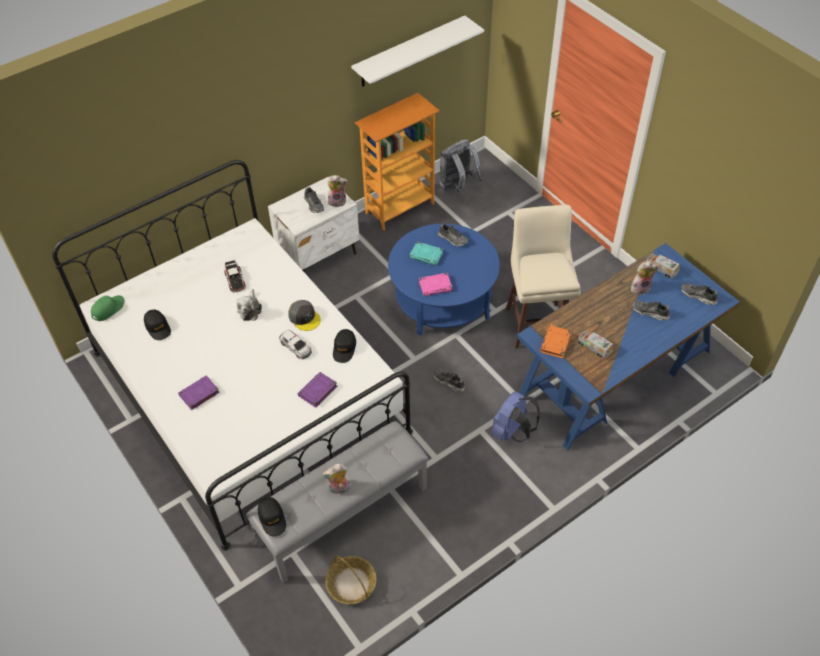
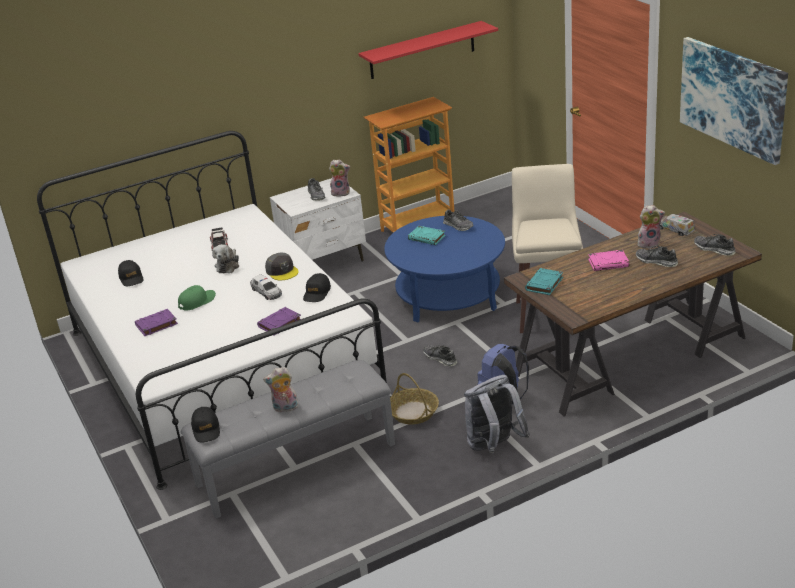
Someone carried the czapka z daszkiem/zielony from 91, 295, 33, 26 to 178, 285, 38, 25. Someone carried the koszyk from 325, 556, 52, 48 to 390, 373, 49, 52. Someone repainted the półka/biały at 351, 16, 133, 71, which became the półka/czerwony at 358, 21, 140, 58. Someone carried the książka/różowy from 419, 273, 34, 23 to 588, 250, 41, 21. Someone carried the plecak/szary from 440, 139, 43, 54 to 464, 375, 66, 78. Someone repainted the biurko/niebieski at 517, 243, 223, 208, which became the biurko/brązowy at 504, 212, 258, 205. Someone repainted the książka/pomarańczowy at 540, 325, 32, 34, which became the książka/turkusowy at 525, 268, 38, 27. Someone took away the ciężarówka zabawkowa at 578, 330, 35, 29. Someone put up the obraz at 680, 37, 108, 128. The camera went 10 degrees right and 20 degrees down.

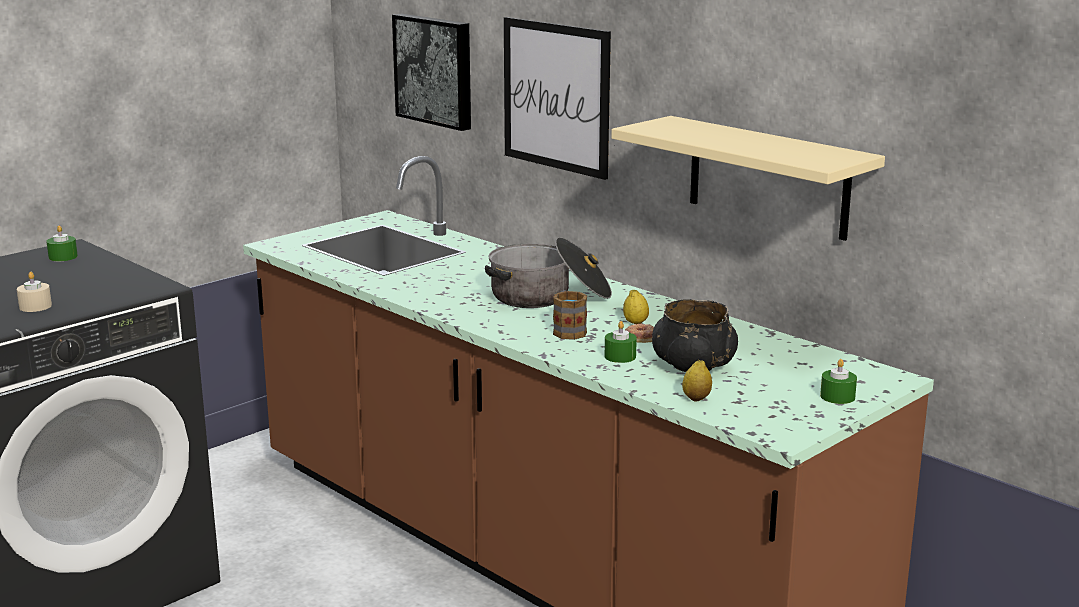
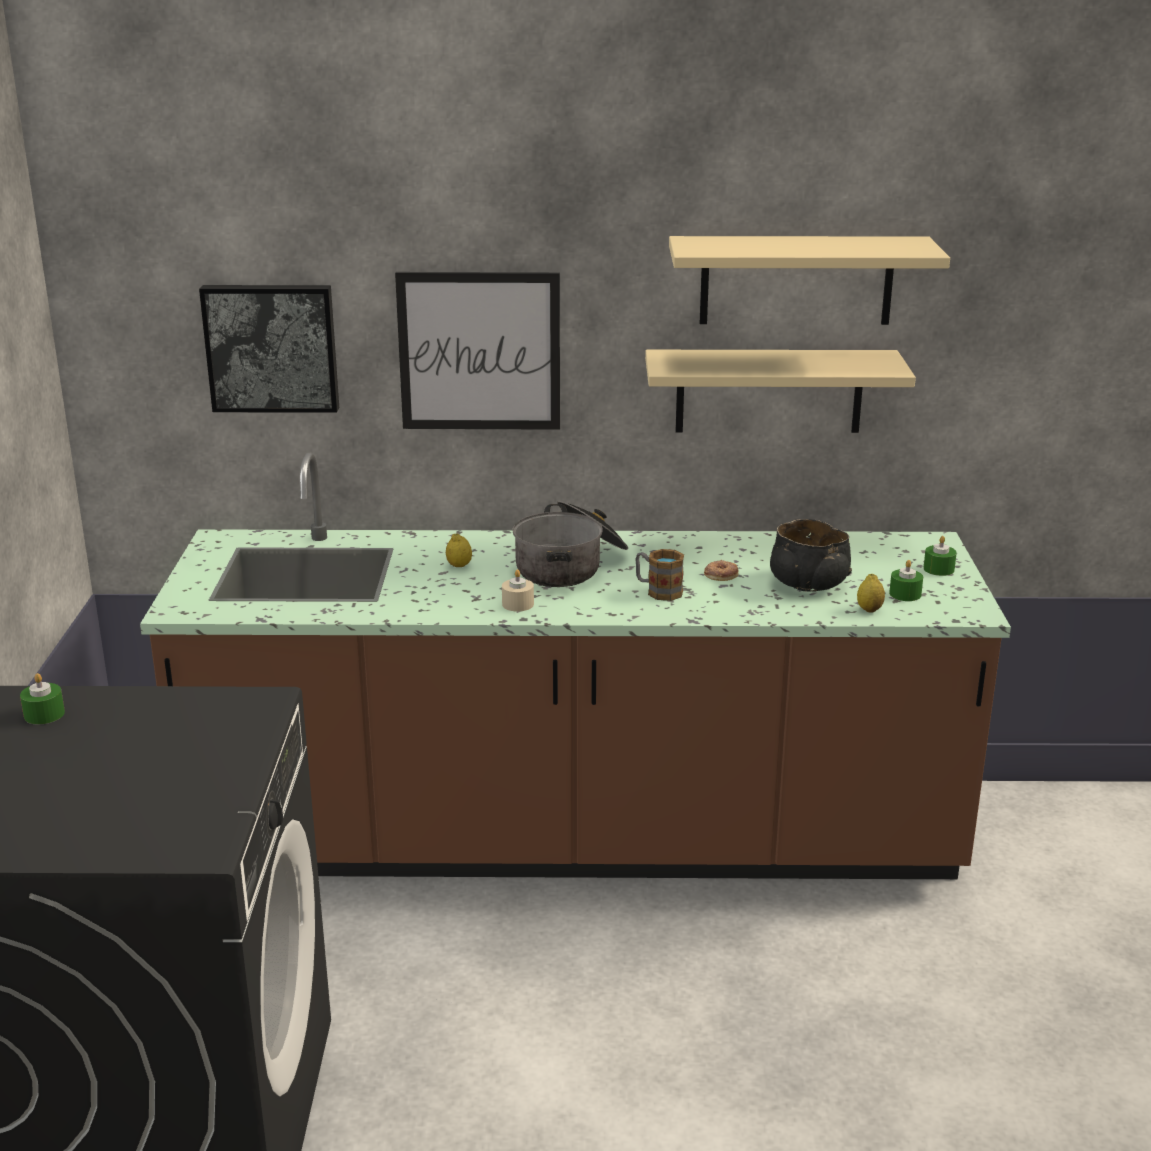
Someone carried the świeca/beżowy from 17, 272, 35, 40 to 502, 569, 32, 42. Someone carried the świeca/zielony from 605, 321, 32, 42 to 889, 560, 34, 41. Someone carried the cytryna from 623, 290, 26, 34 to 446, 533, 26, 34. Someone put up the półka/beżowy at 669, 236, 281, 89. The camera went 45 degrees left and 5 degrees up.

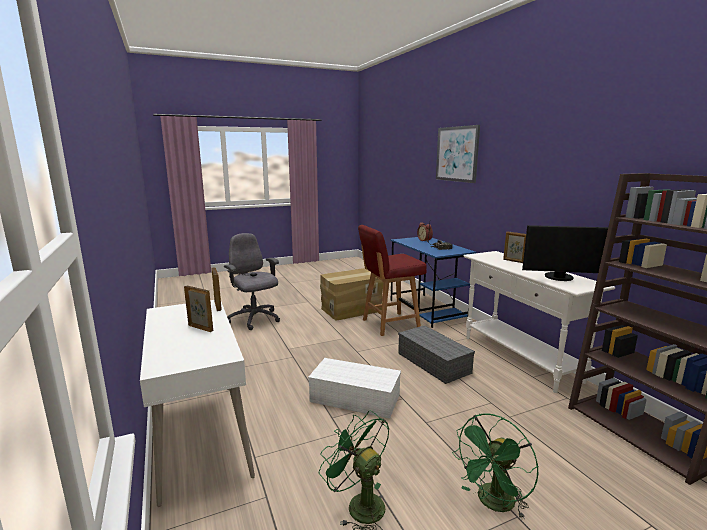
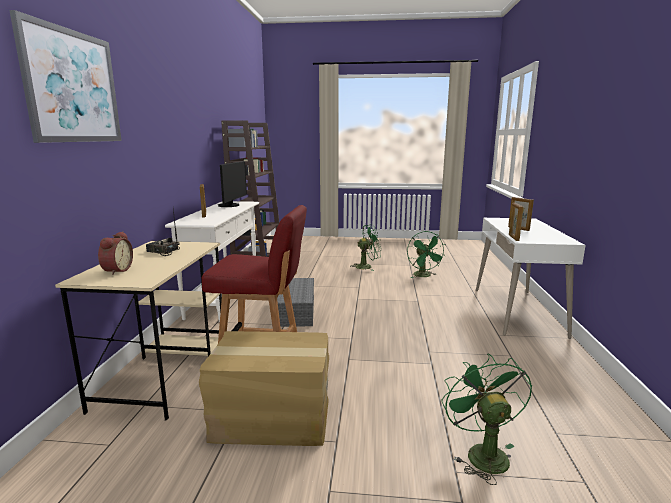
Someone swapped the krzesło biurowe/szary at 224, 233, 56, 97 for the wentylator/zielony at 441, 354, 91, 131. Someone took away the pojemnik do przechowywania/biały at 308, 358, 93, 61. Someone repainted the biurko/niebieski at 390, 237, 87, 91, which became the biurko/beżowy at 55, 241, 167, 180. Someone rotated the monitor at 522, 225, 86, 56 by 60 degrees clockwise. The camera went 150 degrees left and 0 degrees up.

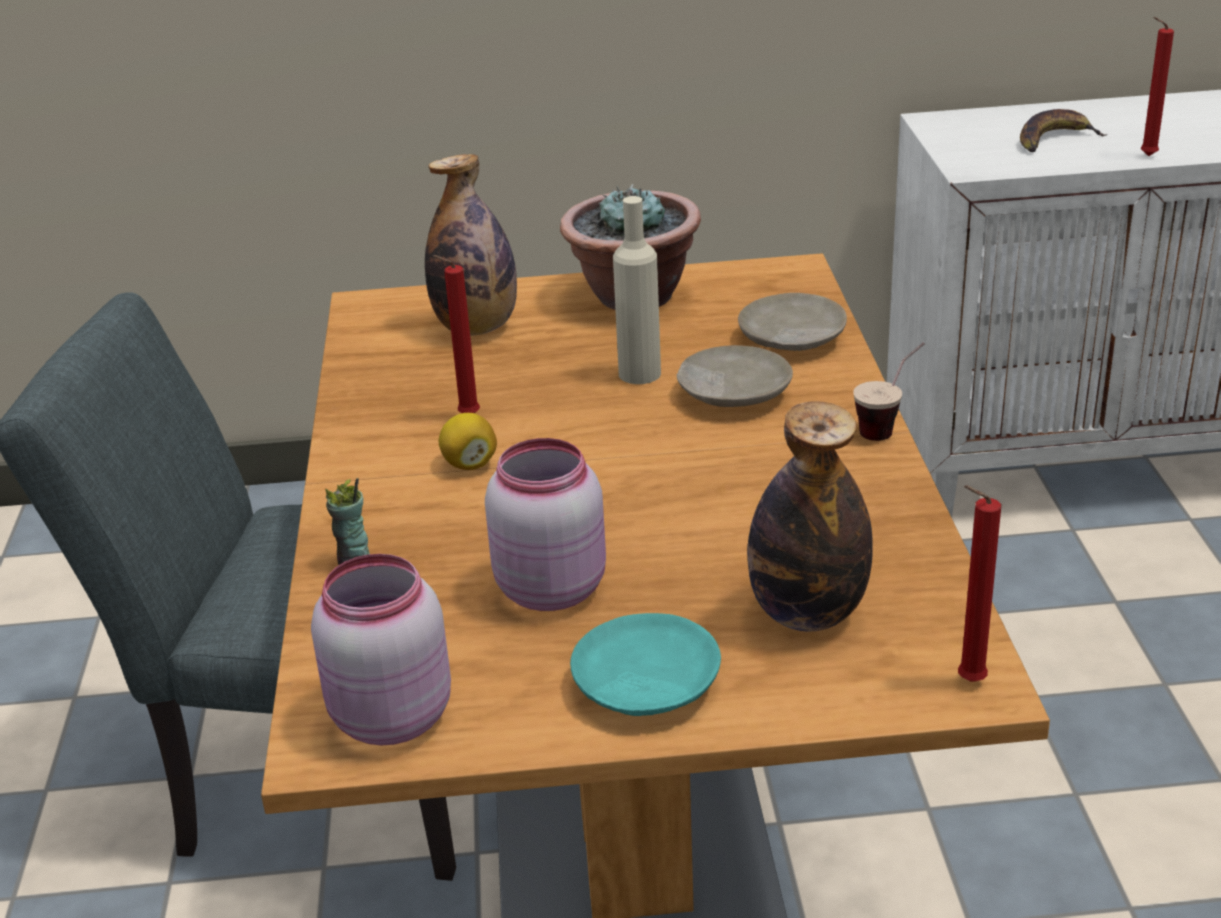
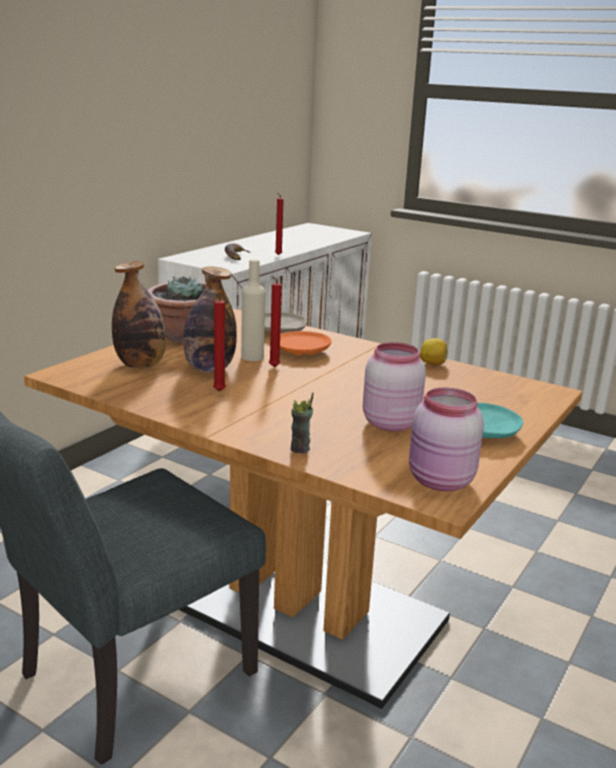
Someone carried the cytryna from 439, 413, 58, 57 to 420, 338, 28, 27. Someone repainted the talerz/beżowy at 677, 345, 116, 62, which became the talerz/pomarańczowy at 280, 331, 52, 24. Someone carried the butelka from 747, 401, 126, 231 to 183, 266, 54, 107. Someone took away the filiżanka at 853, 342, 72, 99. Someone carried the świeca/czerwony from 958, 486, 43, 196 to 269, 276, 13, 91. The camera went 55 degrees left and 10 degrees down.

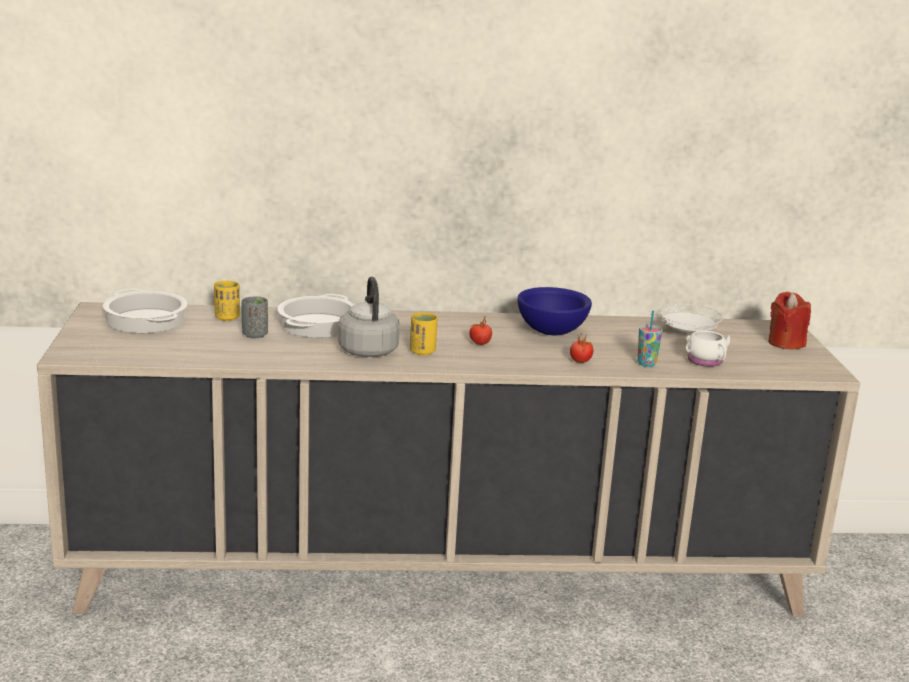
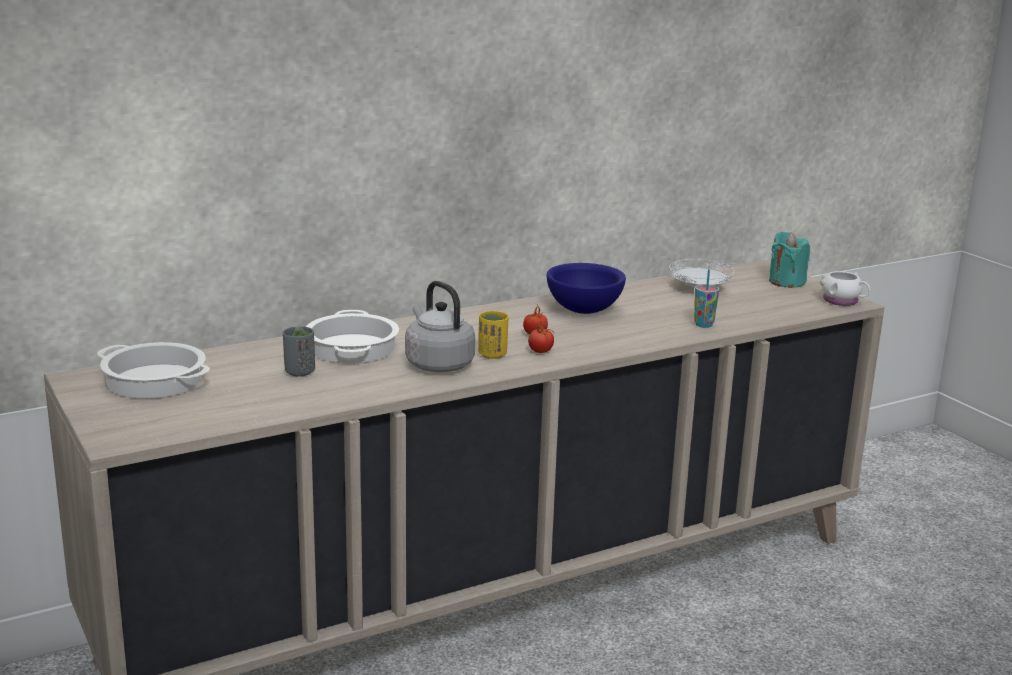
Someone took away the filiżanka/żółty at 214, 281, 26, 40. Someone carried the pomidor from 570, 334, 23, 29 to 528, 322, 26, 31. Someone carried the kubek/biały from 686, 330, 44, 37 to 820, 271, 50, 35. Someone repainted the świeca/czerwony at 768, 292, 43, 57, which became the świeca/turkusowy at 769, 232, 41, 56. The camera went 25 degrees left and 0 degrees up.

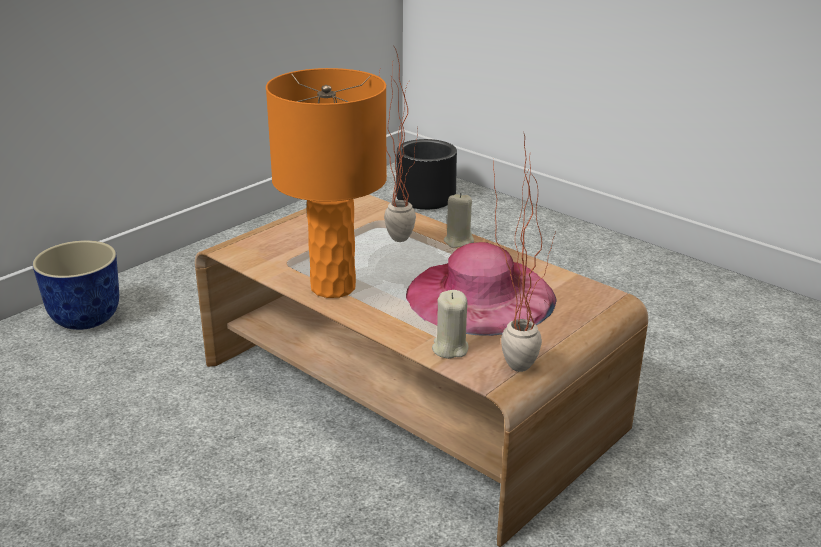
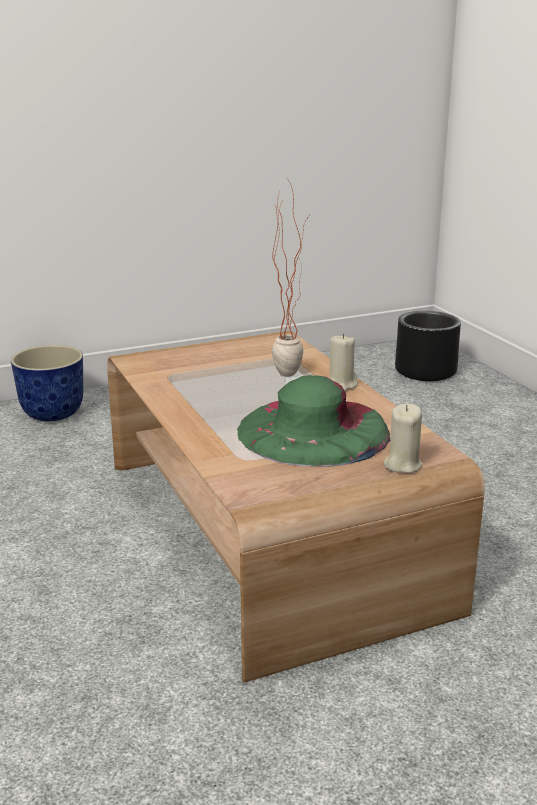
Someone took away the lampa stołowa/pomarańczowy at 266, 68, 121, 230. Someone repainted the kapelusz/różowy at 406, 242, 151, 94, which became the kapelusz/zielony at 237, 375, 153, 92. Someone carried the świeca/beżowy from 432, 290, 37, 69 to 384, 404, 38, 69. Someone took away the roślina doniczkowa at 493, 134, 63, 238. The camera went 25 degrees right and 5 degrees down.

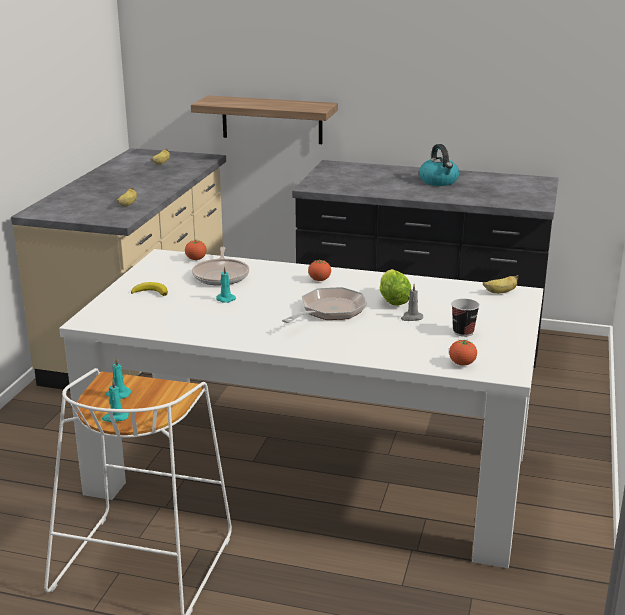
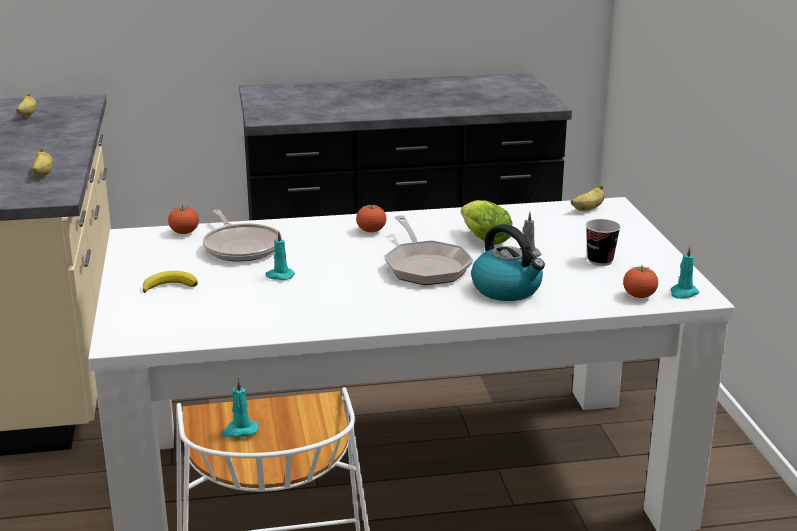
Someone carried the świeca/turkusowy from 102, 380, 27, 42 to 670, 246, 29, 53. Someone took away the półka at 191, 95, 147, 49. Someone rotated the patelnia at 282, 287, 85, 36 by 150 degrees clockwise. Someone carried the czajnik from 419, 144, 40, 42 to 471, 224, 74, 77. The camera went 25 degrees left and 0 degrees up.

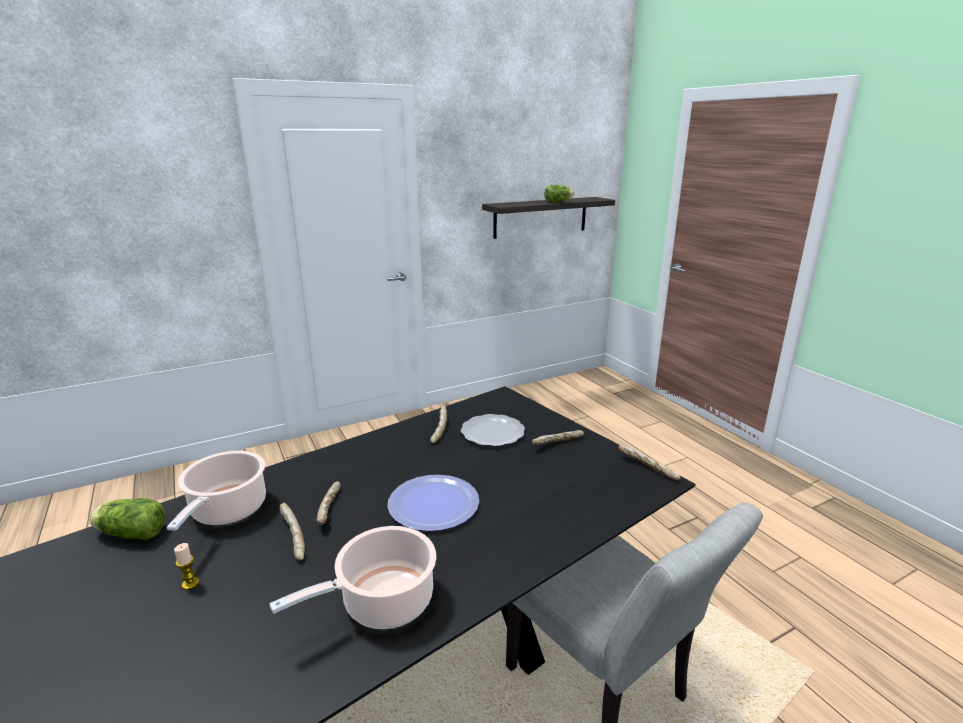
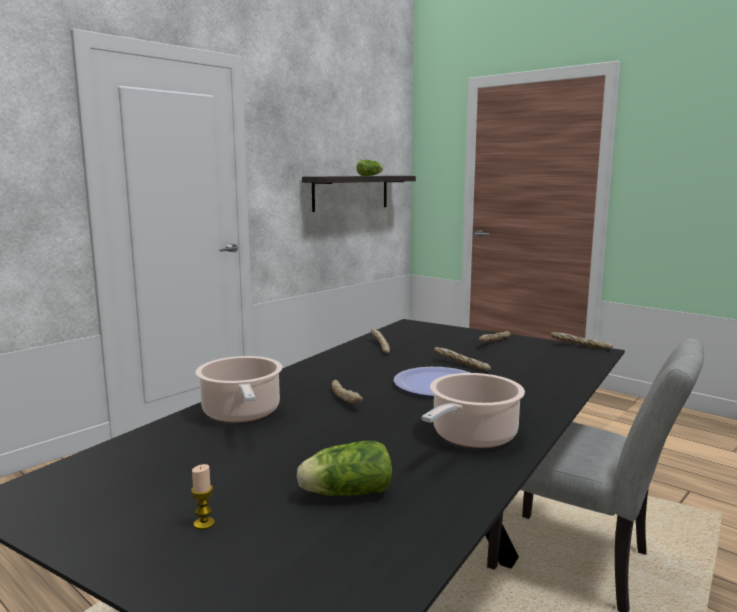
Someone carried the sałata from 89, 498, 76, 42 to 297, 441, 95, 55. Someone carried the świeca from 174, 543, 25, 47 to 191, 464, 24, 66. Someone carried the chleb from 279, 503, 26, 58 to 434, 347, 57, 24. Someone took away the talerz at 461, 414, 64, 32. The camera went 20 degrees left and 10 degrees down.

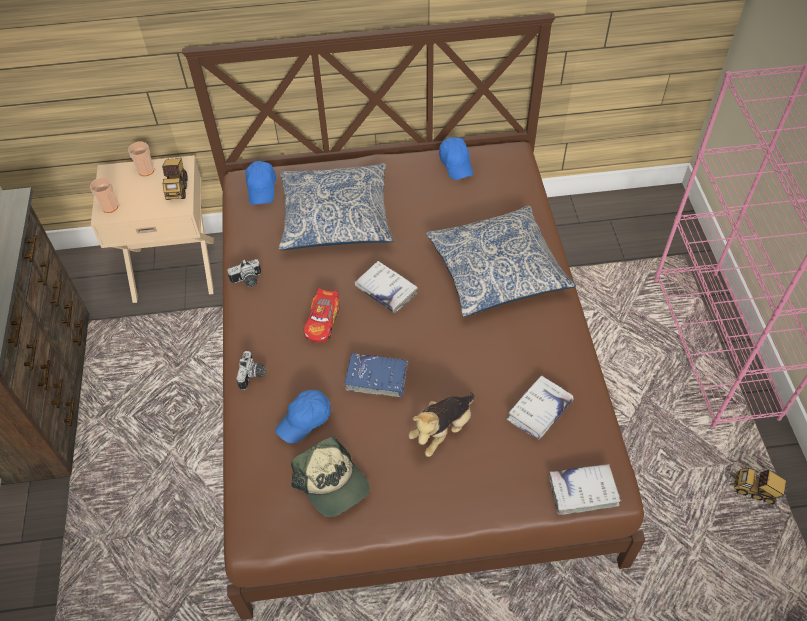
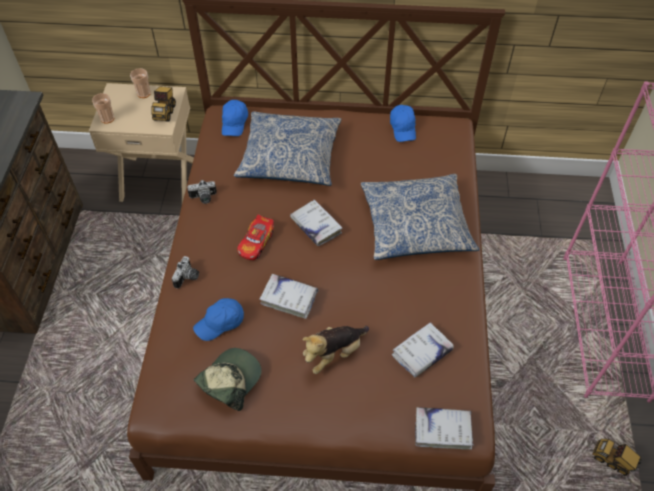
Someone rotated the czapka z daszkiem at 291, 436, 79, 81 by 120 degrees counterclockwise. Someone repainted the książka/niebieski at 344, 353, 64, 44, which became the książka/biały at 259, 274, 59, 45. The camera went 10 degrees right and 0 degrees up.

